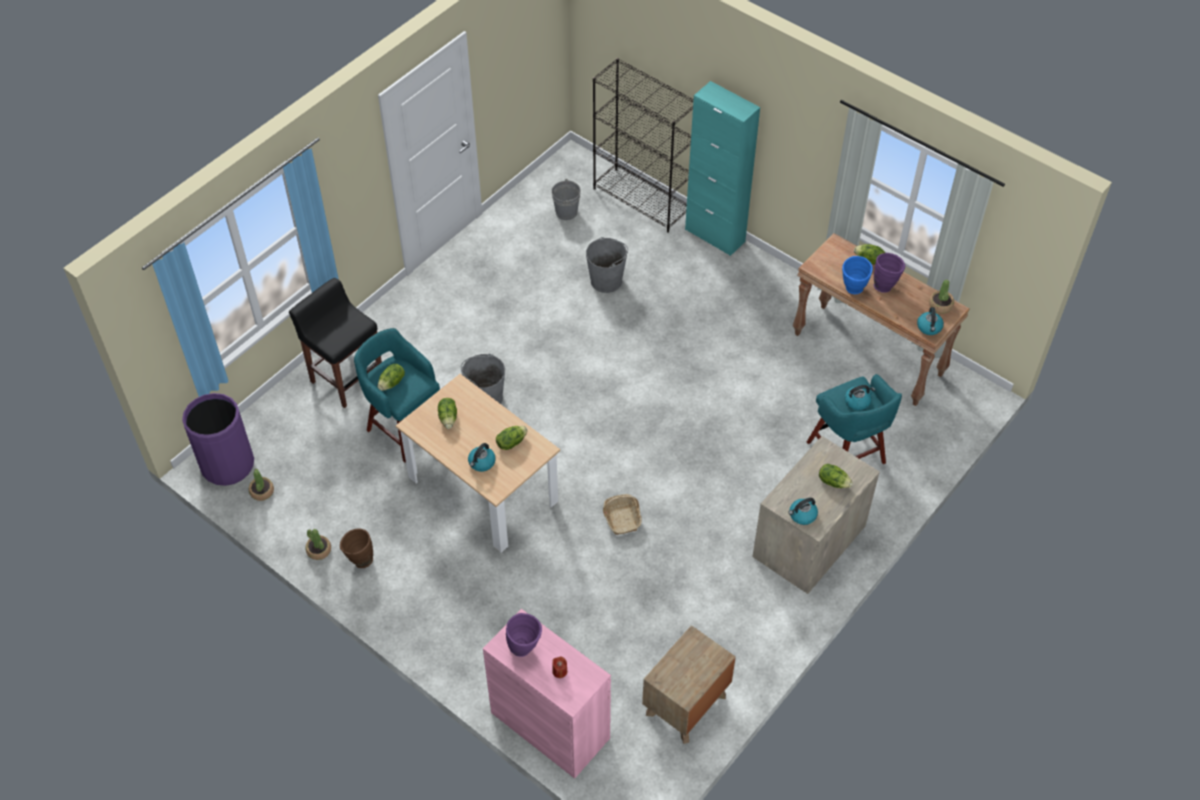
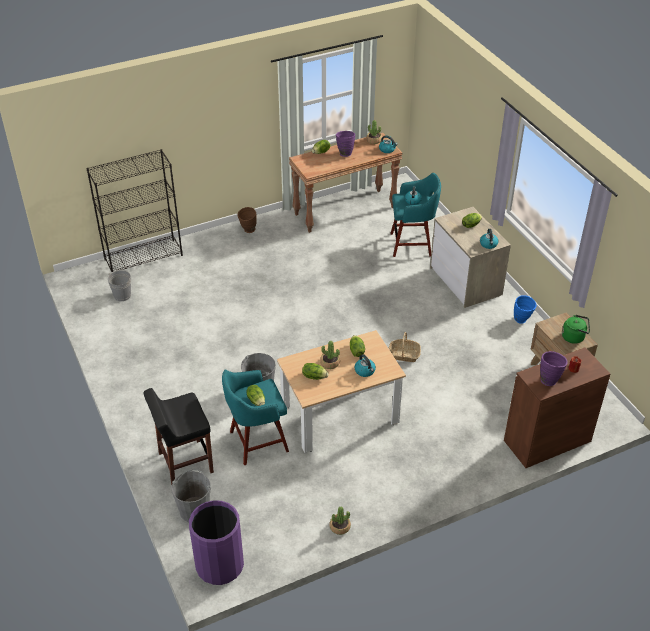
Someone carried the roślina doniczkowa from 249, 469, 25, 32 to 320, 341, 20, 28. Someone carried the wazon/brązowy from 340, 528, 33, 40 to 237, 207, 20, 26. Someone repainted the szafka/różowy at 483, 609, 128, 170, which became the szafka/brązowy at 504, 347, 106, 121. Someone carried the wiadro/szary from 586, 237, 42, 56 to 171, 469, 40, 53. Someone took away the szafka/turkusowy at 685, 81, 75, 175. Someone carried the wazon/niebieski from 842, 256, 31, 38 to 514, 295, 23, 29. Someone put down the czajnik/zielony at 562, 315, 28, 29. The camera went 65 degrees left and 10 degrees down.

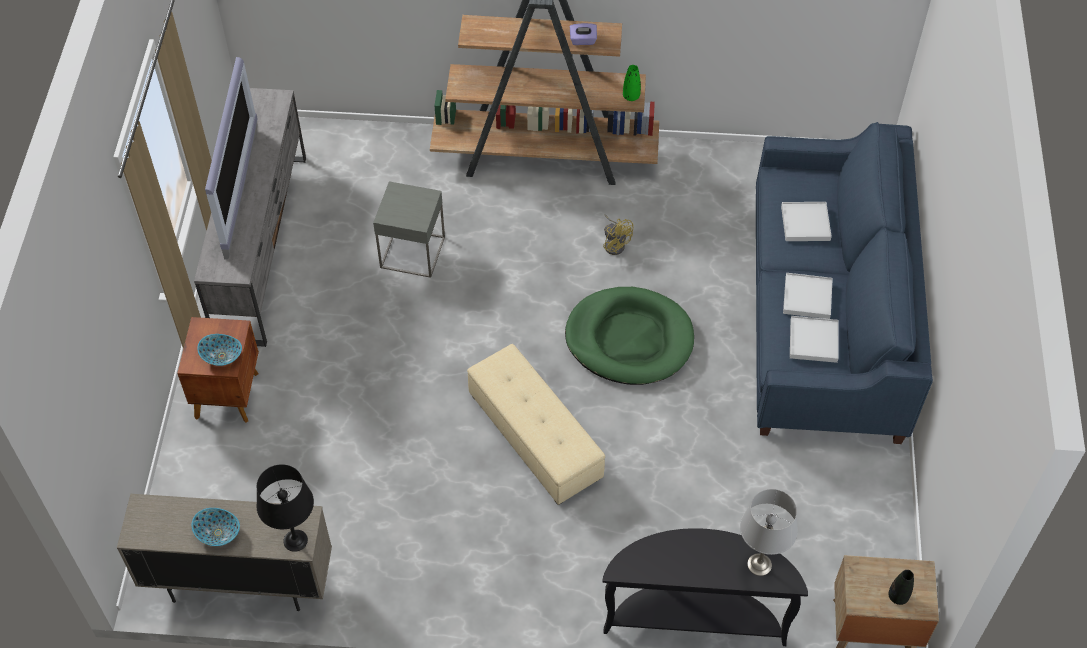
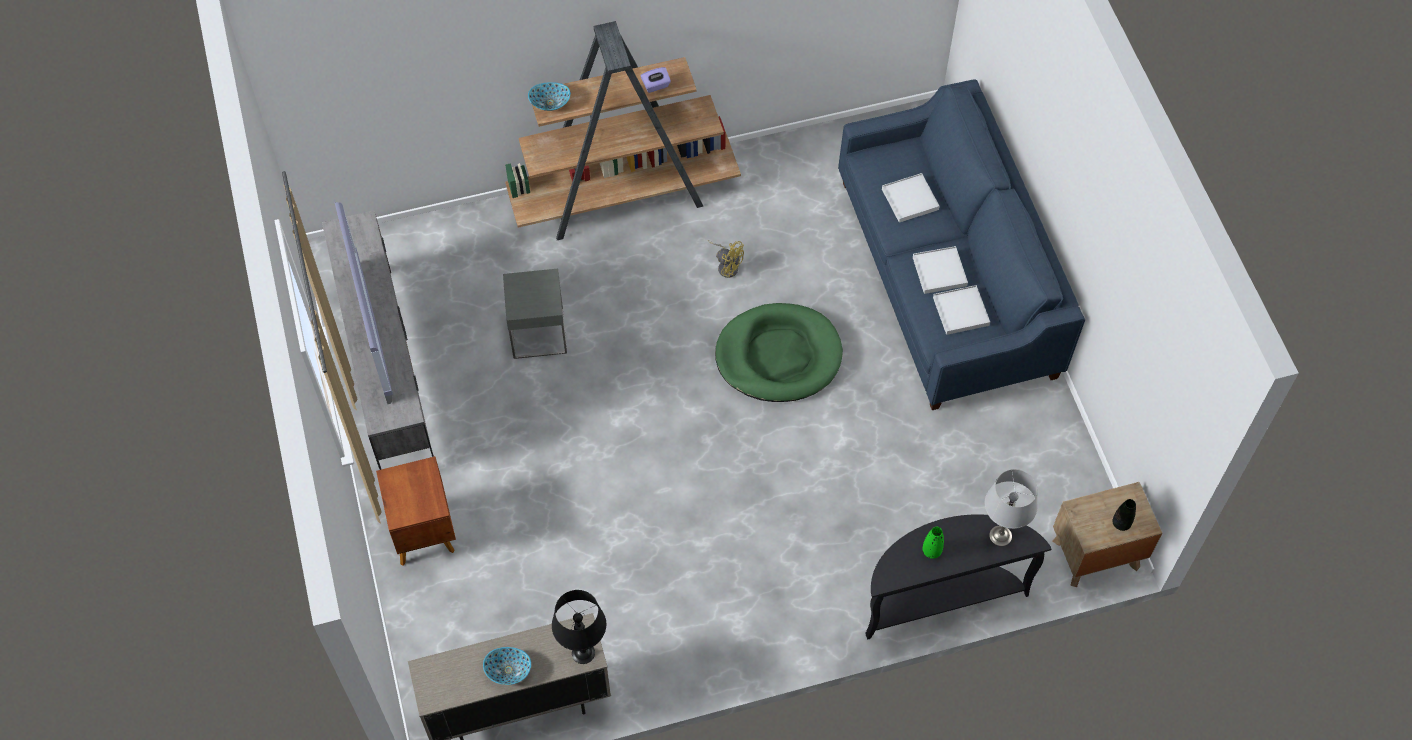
Someone carried the miska from 197, 334, 45, 32 to 528, 82, 43, 29. Someone took away the pufa/beżowy at 467, 344, 138, 161. Someone carried the wazon/zielony from 623, 65, 18, 36 to 922, 527, 22, 32. The camera went 20 degrees left and 5 degrees up.

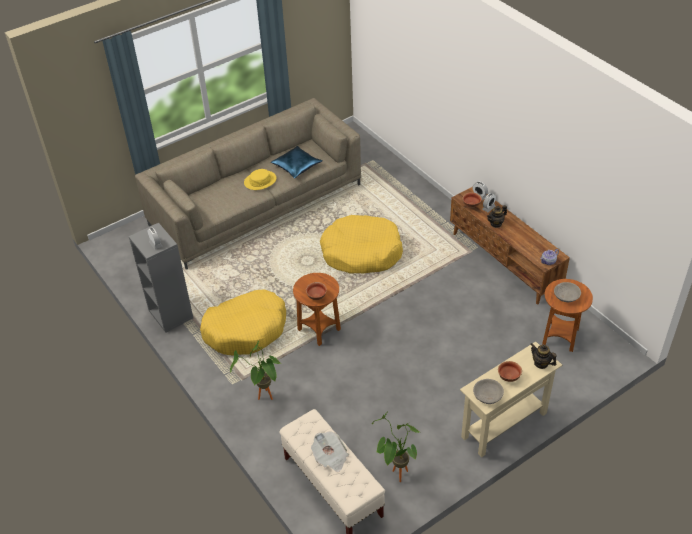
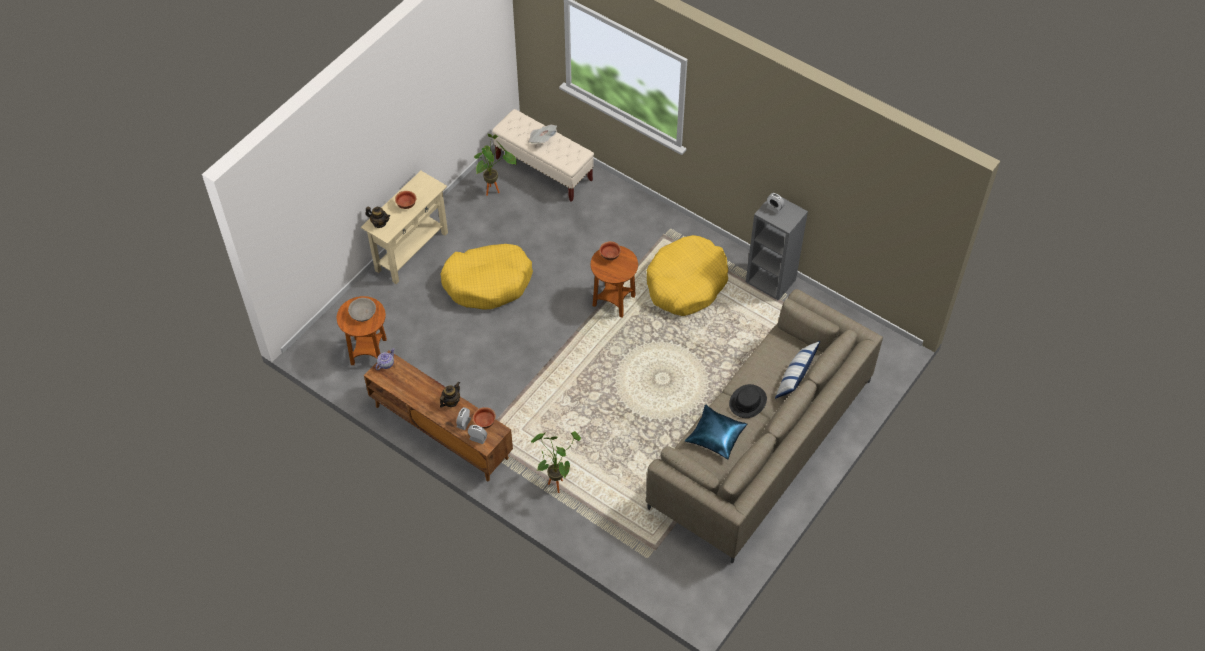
Someone carried the roślina doniczkowa from 230, 341, 51, 59 to 531, 431, 50, 62. Someone repainted the kapelusz/żółty at 244, 169, 32, 21, which became the kapelusz/czarny at 729, 384, 38, 34. Someone carried the legowisko/żółty from 320, 215, 83, 59 to 441, 244, 92, 66. Someone took away the miska/szary at 473, 379, 31, 25. Someone put down the poduszka at 775, 341, 45, 58. The camera went 160 degrees right and 10 degrees up.

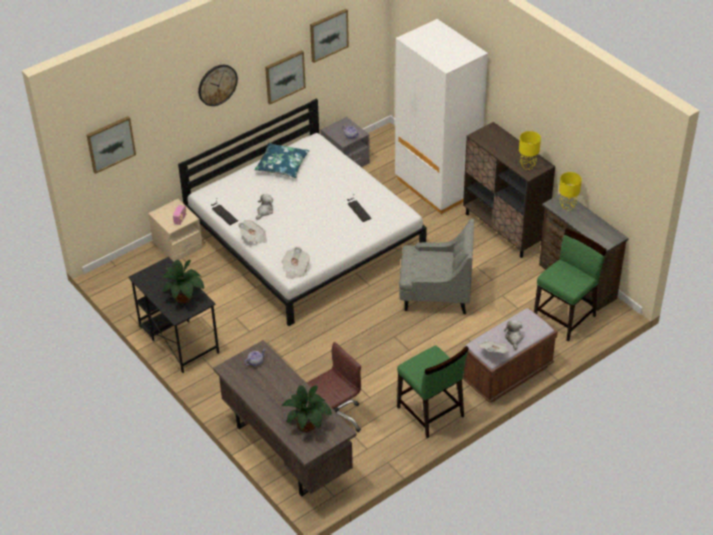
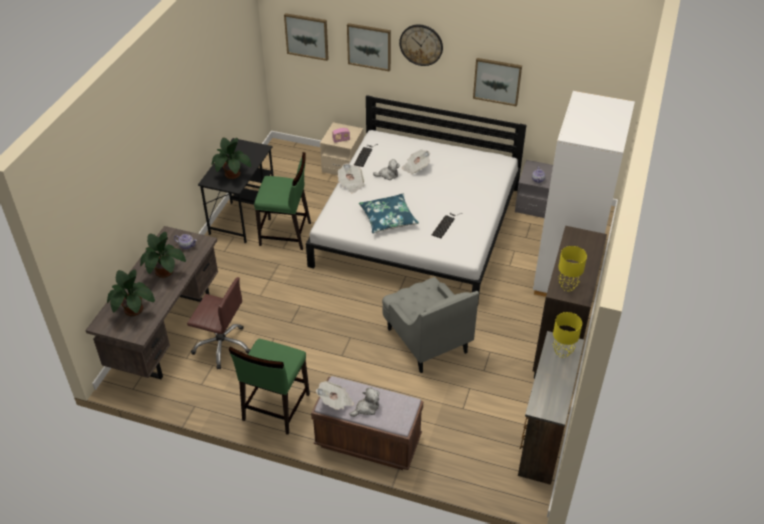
Someone carried the poduszka/niebieski from 254, 142, 56, 36 to 359, 194, 60, 40. Someone carried the gazeta from 282, 247, 28, 32 to 402, 149, 28, 26. Someone carried the obraz from 310, 9, 39, 54 to 347, 23, 44, 49. Someone carried the krzesło/zielony from 534, 228, 73, 113 to 254, 152, 57, 98. Someone put down the roślina doniczkowa at 140, 232, 46, 46. The camera went 55 degrees right and 0 degrees up.

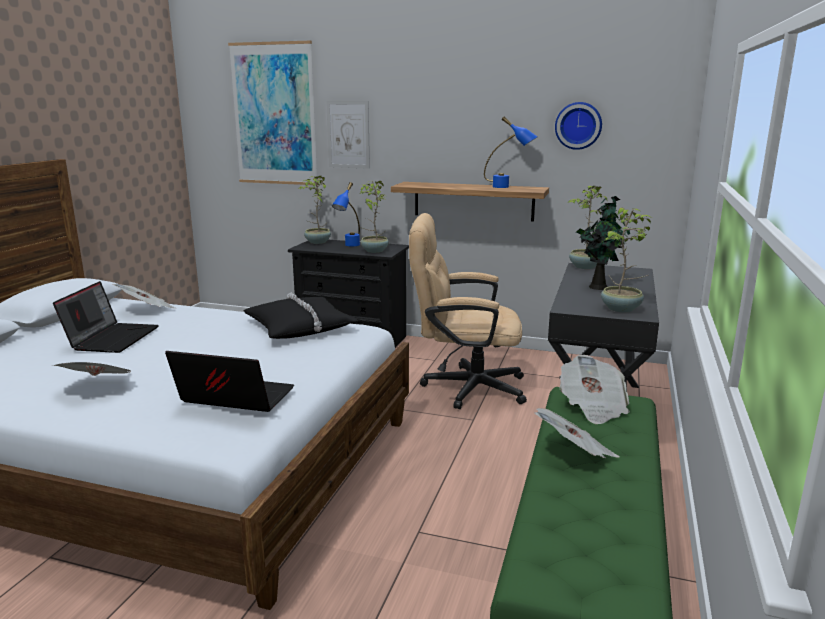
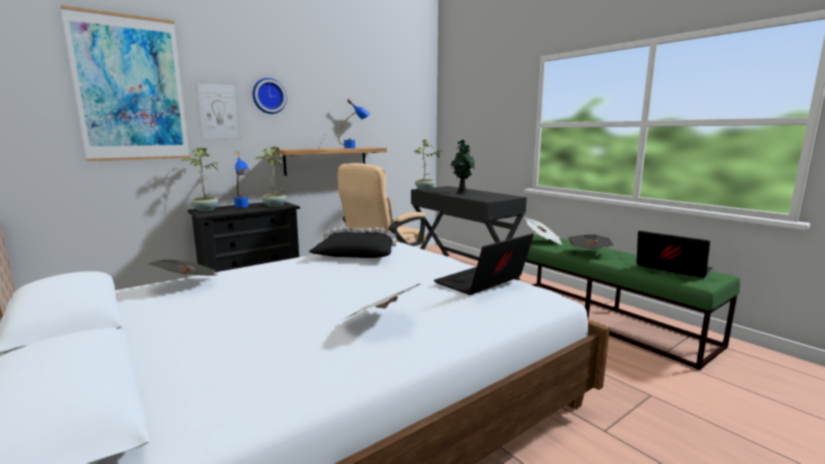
Someone carried the laptop from 53, 281, 106, 72 to 637, 231, 75, 47. Someone carried the zegar ścienny from 555, 102, 47, 48 to 252, 78, 35, 36. Someone took away the roślina doniczkowa at 601, 207, 51, 106. The camera went 55 degrees left and 5 degrees down.

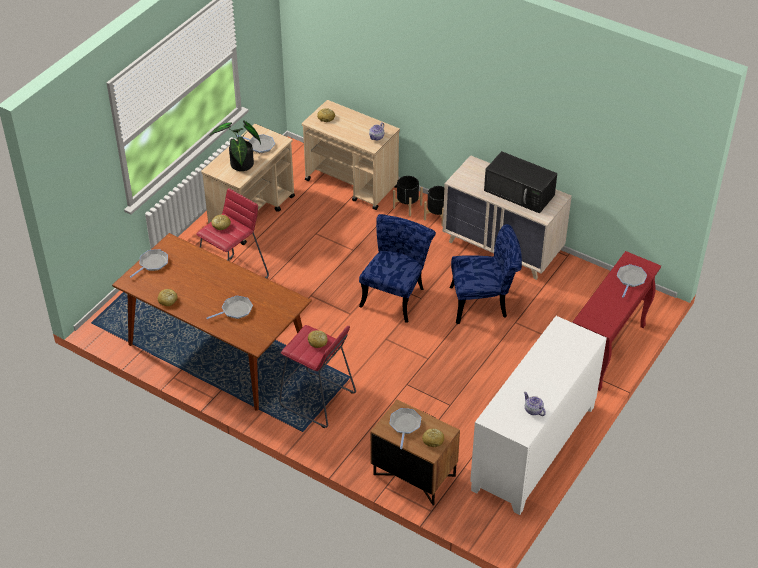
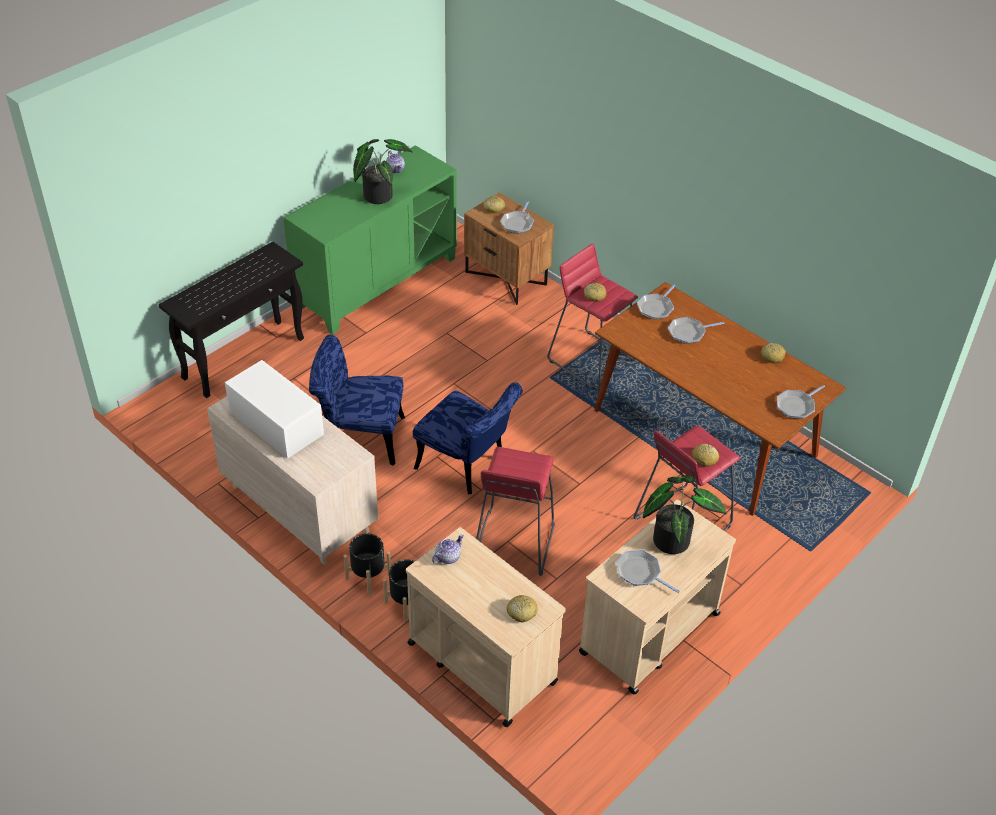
Someone rotated the krzesło/niebieski at 359, 214, 77, 109 by 90 degrees counterclockwise. Someone repainted the szafka/biały at 470, 316, 137, 199, which became the szafka/zielony at 283, 145, 174, 189. Someone repainted the mikrofalówka/czarny at 484, 151, 73, 63, which became the mikrofalówka/biały at 225, 360, 99, 99. Someone repainted the stolik konsolowy/czerwony at 572, 251, 89, 140, which became the stolik konsolowy/czarny at 159, 241, 145, 157. Someone carried the patelnia from 617, 264, 30, 34 to 637, 285, 38, 34. Someone put down the roślina doniczkowa at 353, 139, 60, 65. Someone put down the stołek/czerwony at 476, 447, 78, 129. The camera went 170 degrees left and 0 degrees up.

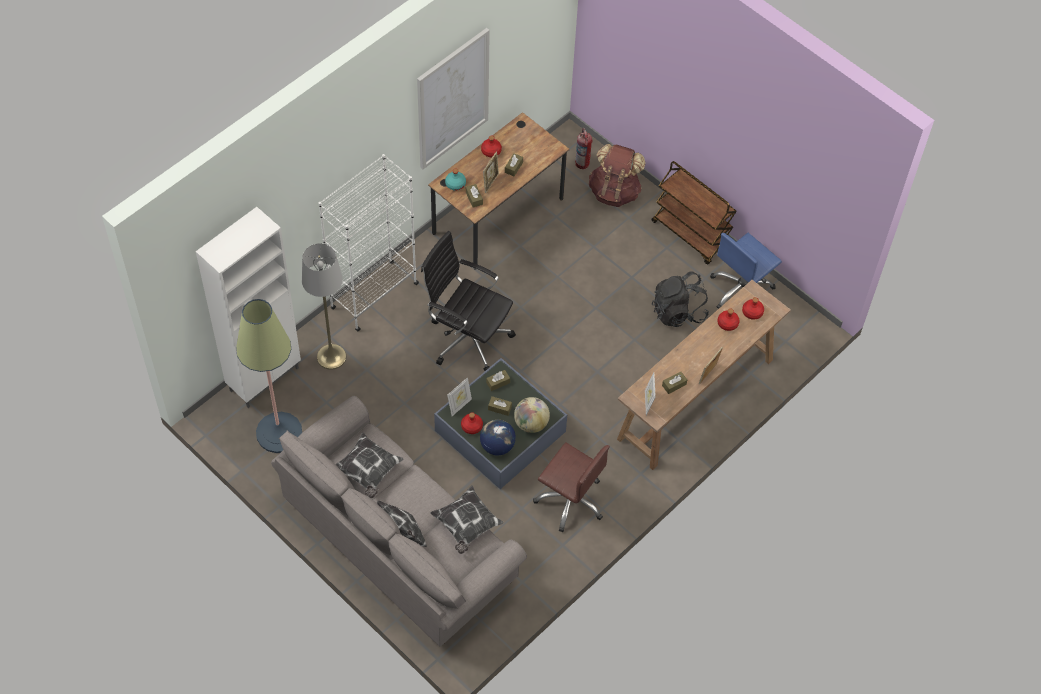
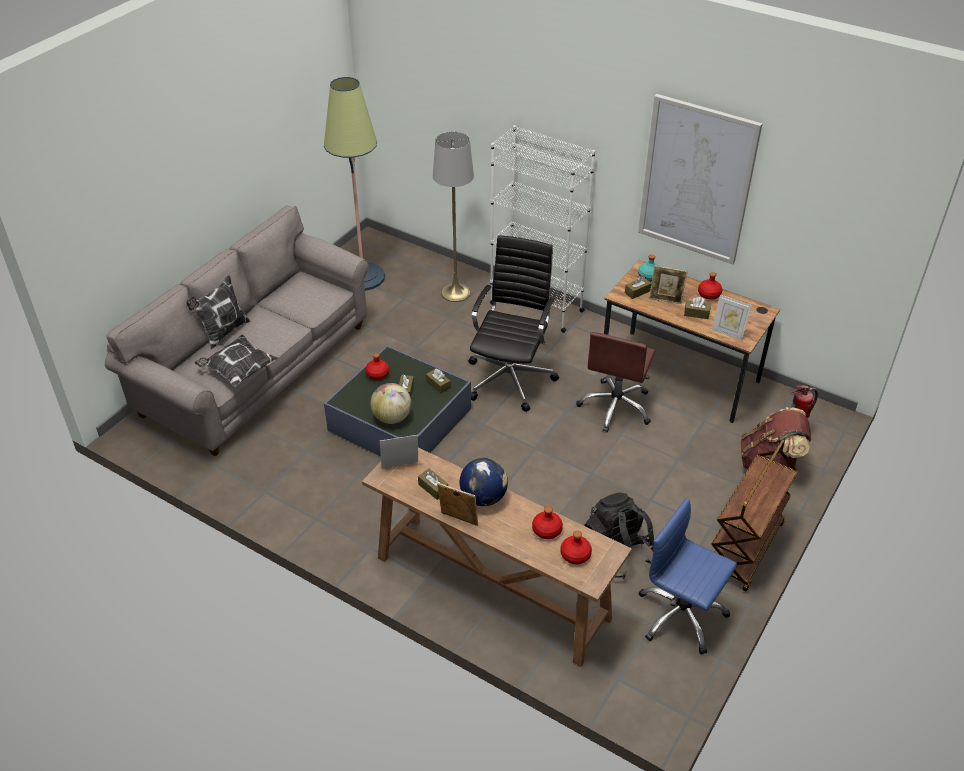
Someone took away the szafka/biały at 196, 207, 105, 201. Someone took away the poduszka at 335, 432, 68, 66. Someone carried the ramka na zdjęcie from 447, 377, 25, 39 to 712, 294, 40, 47. Someone carried the globus from 480, 420, 36, 35 to 460, 458, 48, 48. Someone carried the krzesło biurowe/brązowy from 533, 442, 77, 90 to 576, 332, 79, 101. The camera went 80 degrees right and 15 degrees down.

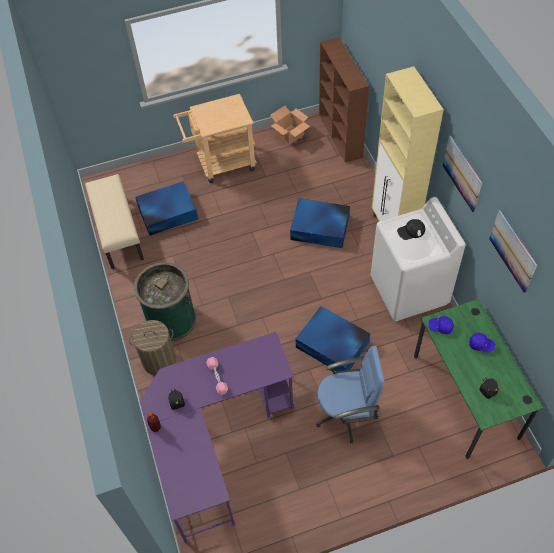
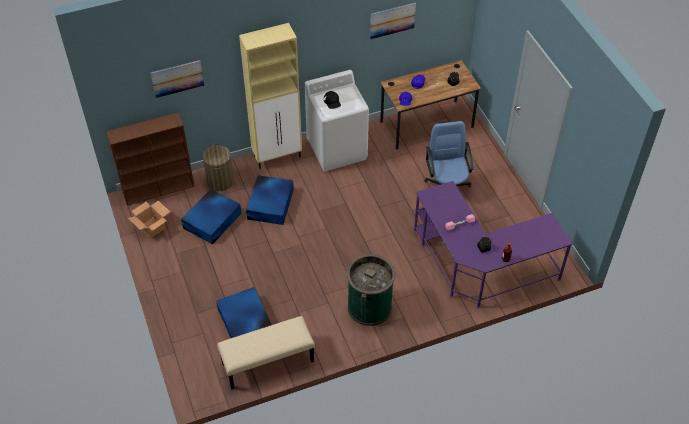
Someone carried the kosz na pranie from 128, 320, 48, 55 to 203, 144, 31, 47. Someone took away the wózek/beżowy at 173, 94, 84, 89. Someone carried the pojemnik do przechowywania/niebieski from 296, 306, 74, 65 to 181, 189, 60, 55. Someone repainted the biurko/zielony at 414, 299, 129, 160, which became the biurko/brązowy at 380, 60, 101, 90. Someone carried the obraz from 443, 135, 39, 77 to 151, 60, 53, 38. The camera went 95 degrees left and 5 degrees down.

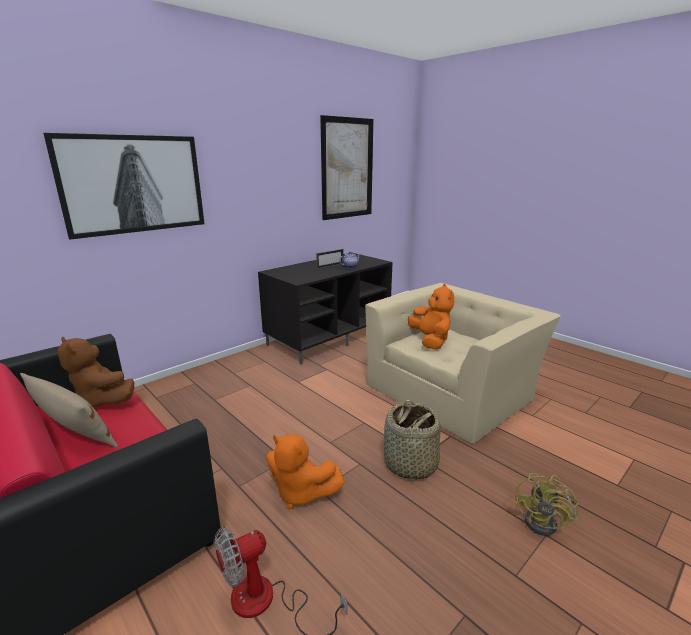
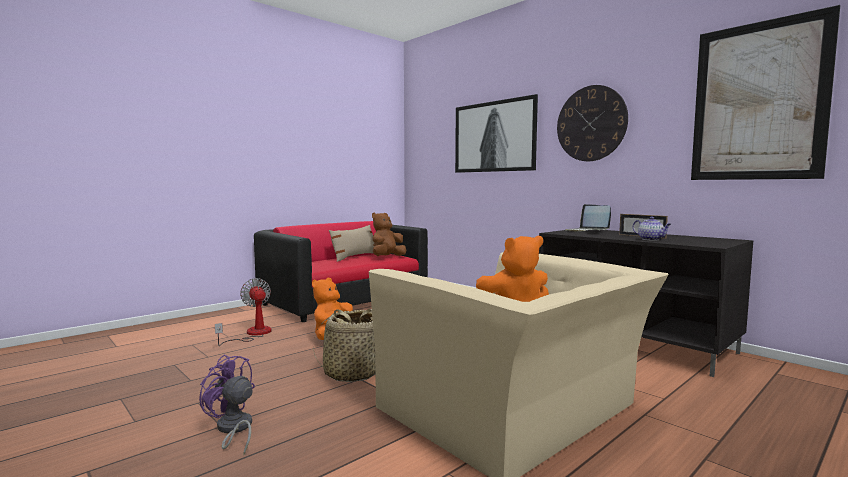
Someone repainted the wentylator/żółty at 515, 473, 64, 63, which became the wentylator/fioletowy at 199, 354, 56, 101. Someone put up the zegar ścienny at 557, 85, 71, 76. Someone put down the laptop at 565, 204, 46, 28. The camera went 90 degrees right and 15 degrees down.

